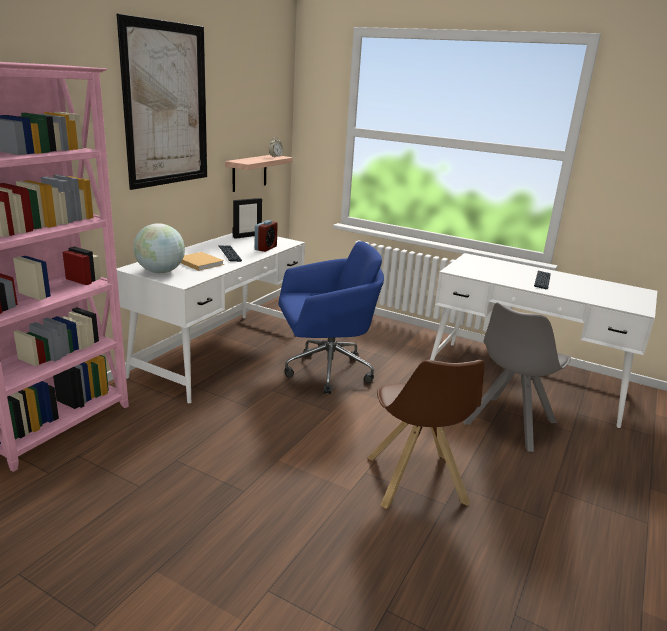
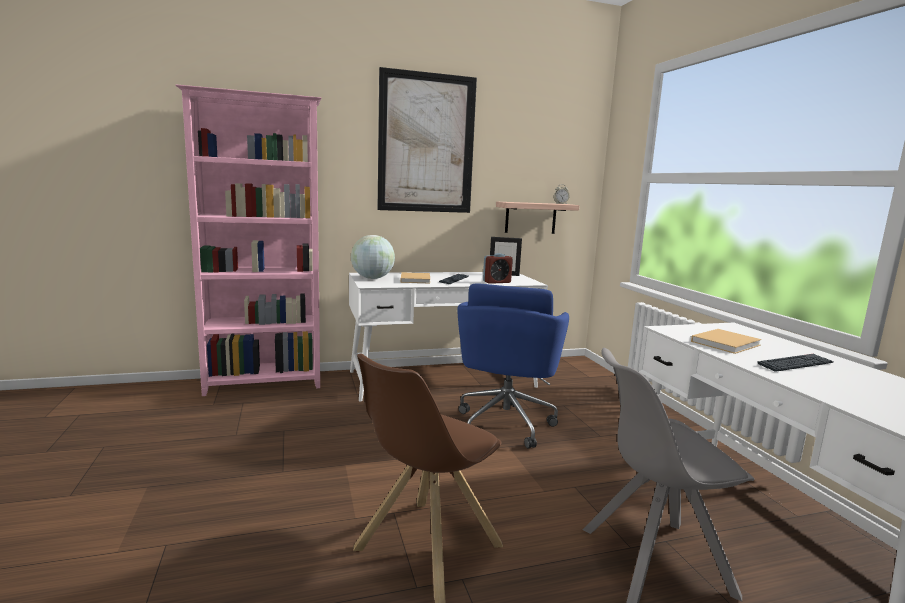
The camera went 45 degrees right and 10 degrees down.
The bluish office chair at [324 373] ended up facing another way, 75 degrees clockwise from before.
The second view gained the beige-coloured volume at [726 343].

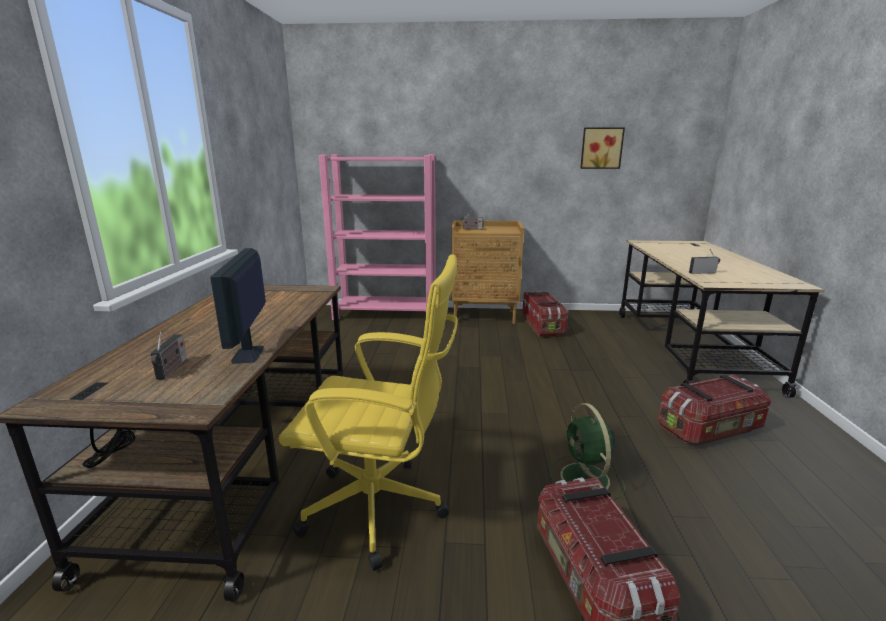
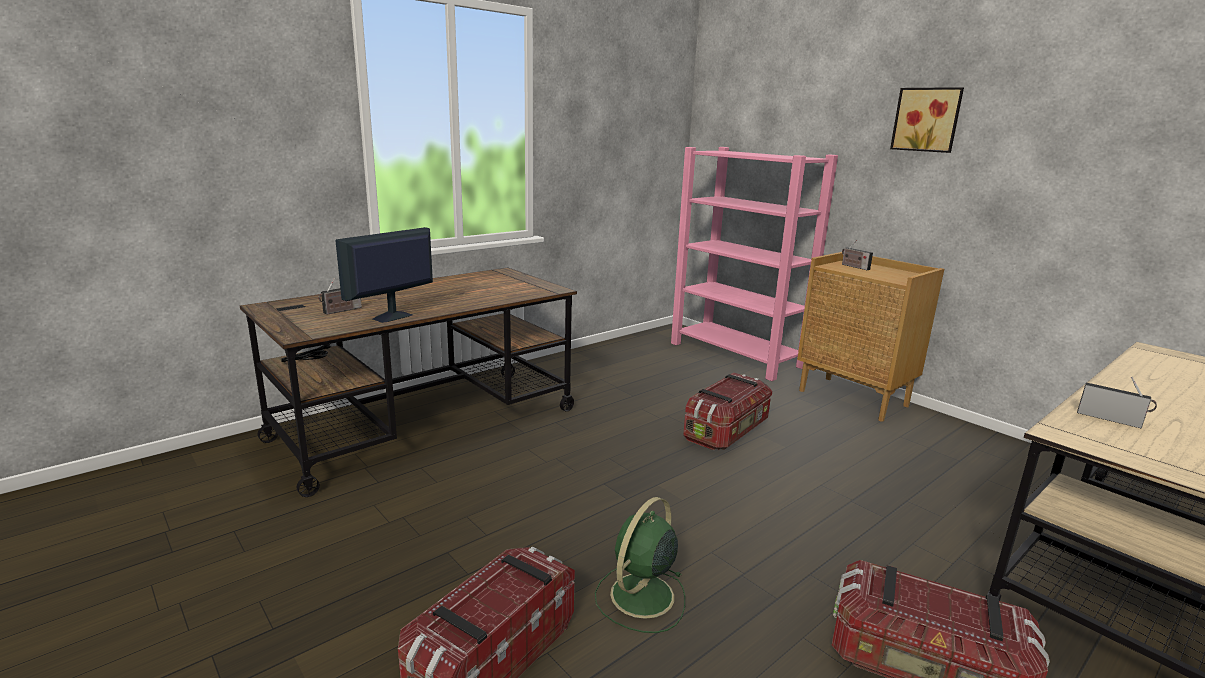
The camera went 45 degrees right and 0 degrees up.
The storage container ended up elsewhere, having gone from [543 326] to [727 431].
The wall picture ended up elsewhere, having gone from [601 148] to [927 119].
The second view lost the yellowish office chair at [381 509].

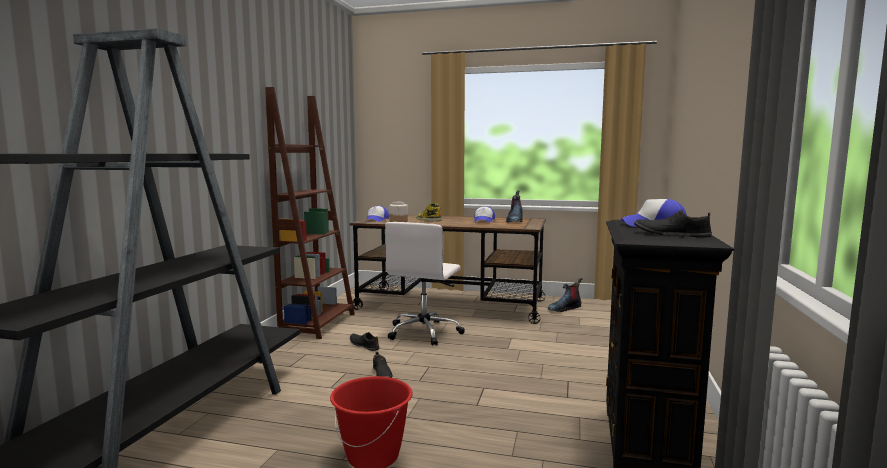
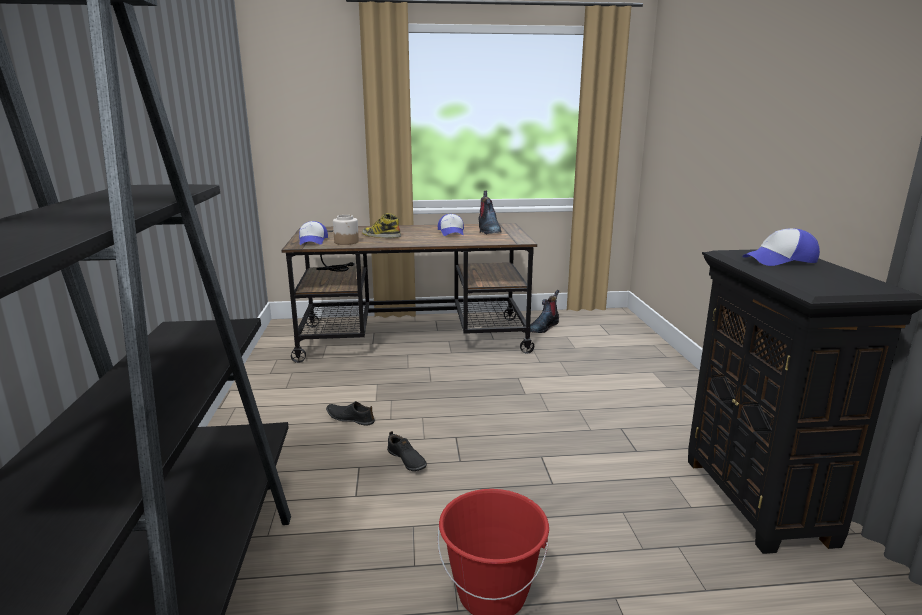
The camera went 20 degrees left and 10 degrees up.
The second view lost the brown bookcase at [318 324].
The second view lost the white office chair at [424 332].
The second view lost the black item of footwear at [671 234].

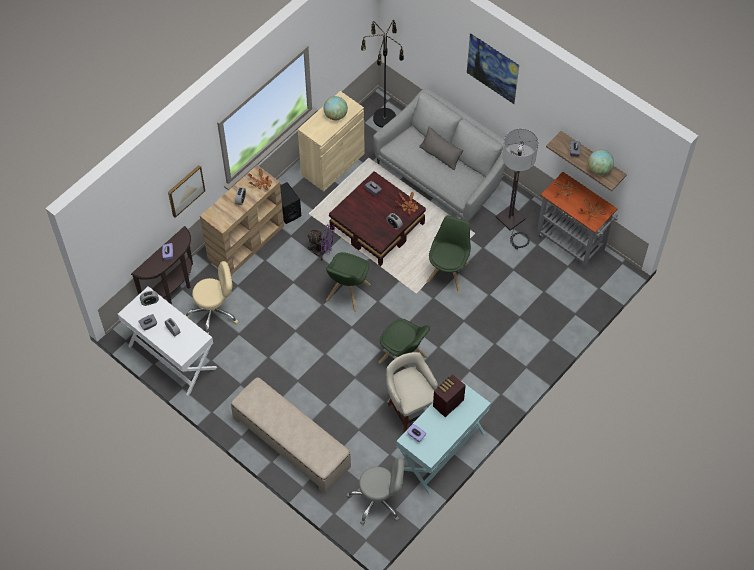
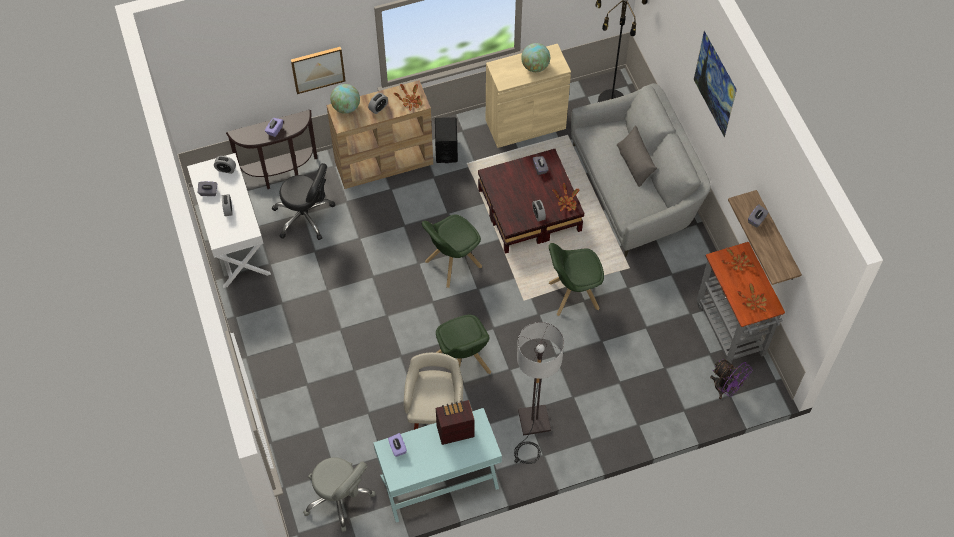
The camera went 30 degrees right and 0 degrees up.
What was the beige-coloured office chair at [215 311] turned into the black office chair at [307 217].
The desk globe ended up elsewhere, having gone from [599 169] to [346 107].
The standard lamp ended up elsewhere, having gone from [513 225] to [532 430].
The greenish chair at [448 272] ended up facing another way, 150 degrees counterclockwise from before.
The purple electric fan ended up elsewhere, having gone from [322 251] to [726 388].
The second view lost the beige-coloured indoor bench at [290 442].

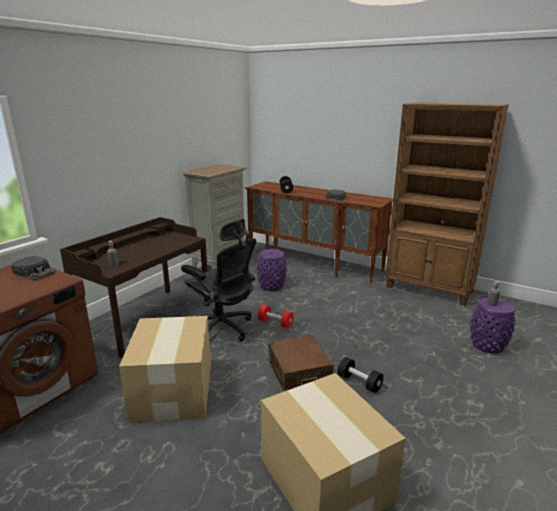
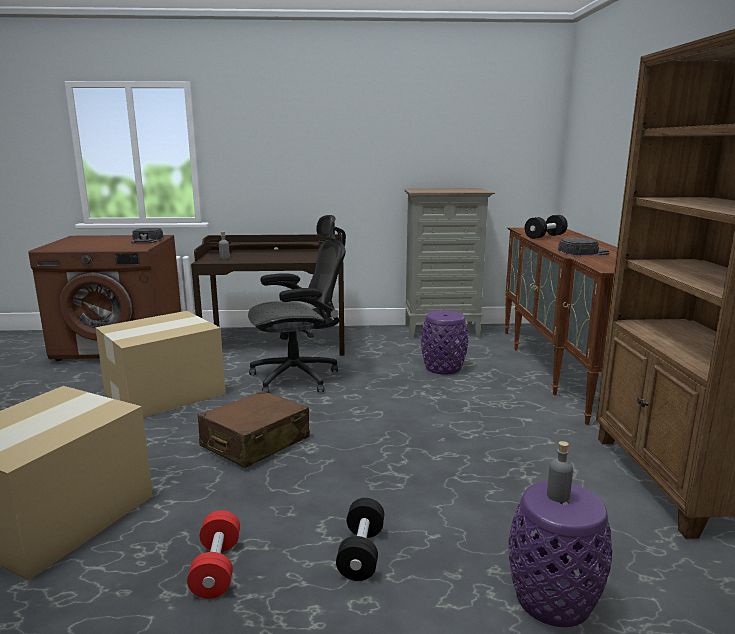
The camera went 55 degrees right and 5 degrees down.
The reddish free weight ended up elsewhere, having gone from [275 323] to [216 568].
The office chair at [221 330] ended up facing another way, 120 degrees counterclockwise from before.
The black free weight ended up elsewhere, having gone from [359 382] to [361 553].

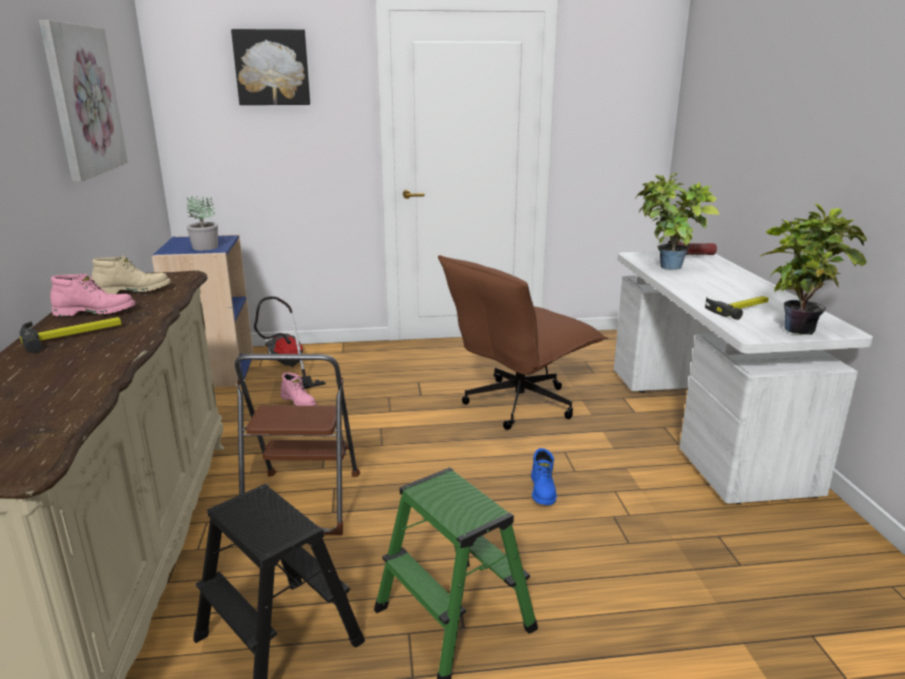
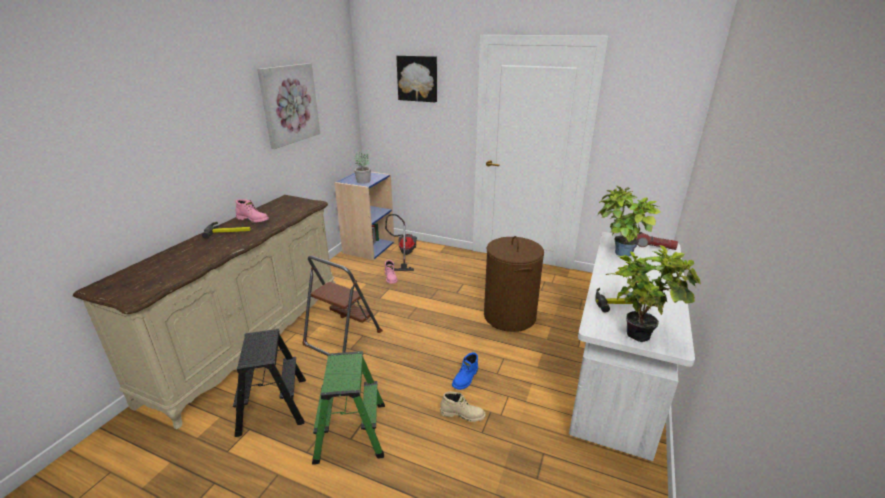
The camera went 30 degrees right and 5 degrees up.
The beige-coloured tall boot ended up elsewhere, having gone from [134 291] to [462 414].
Where the brown office chair stood at [520 403], the brown laundry basket came to stand at [509 316].

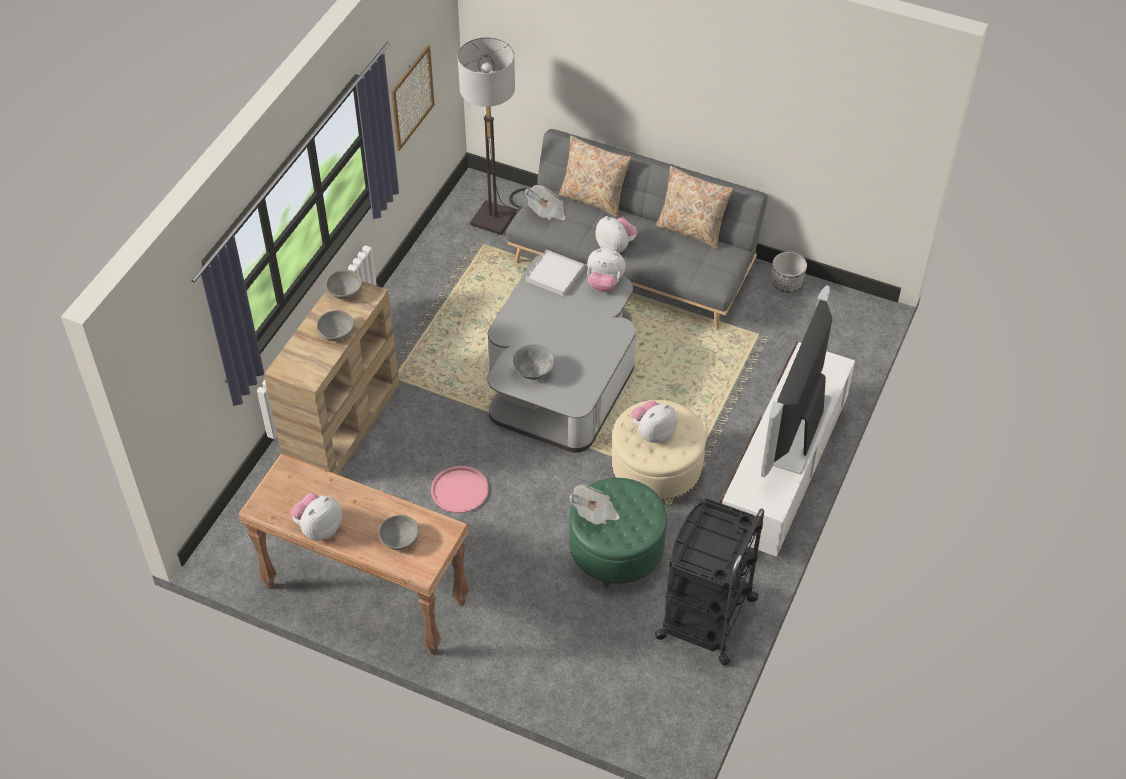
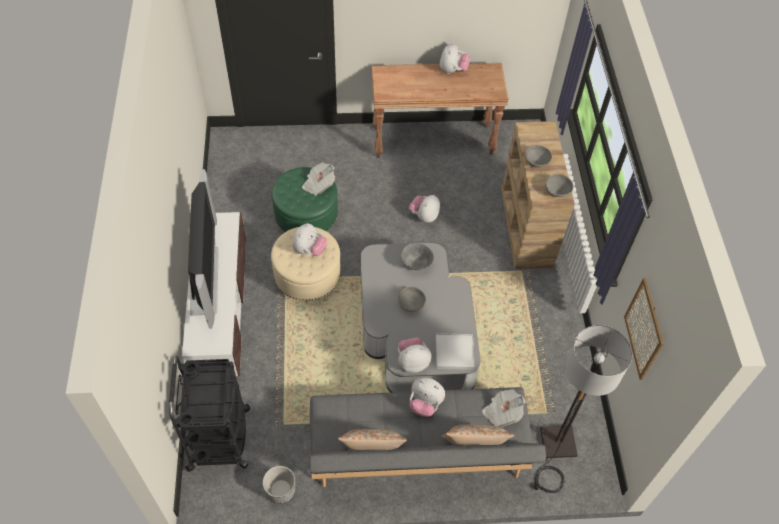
The camera went 150 degrees right and 5 degrees up.
The black wheeled cart ended up elsewhere, having gone from [705 617] to [219 438].
The greyish bowl ended up elsewhere, having gone from [400 540] to [411 304].
Where the pinkish serving tray stood at [459 490], the soft toy came to stand at [424 216].

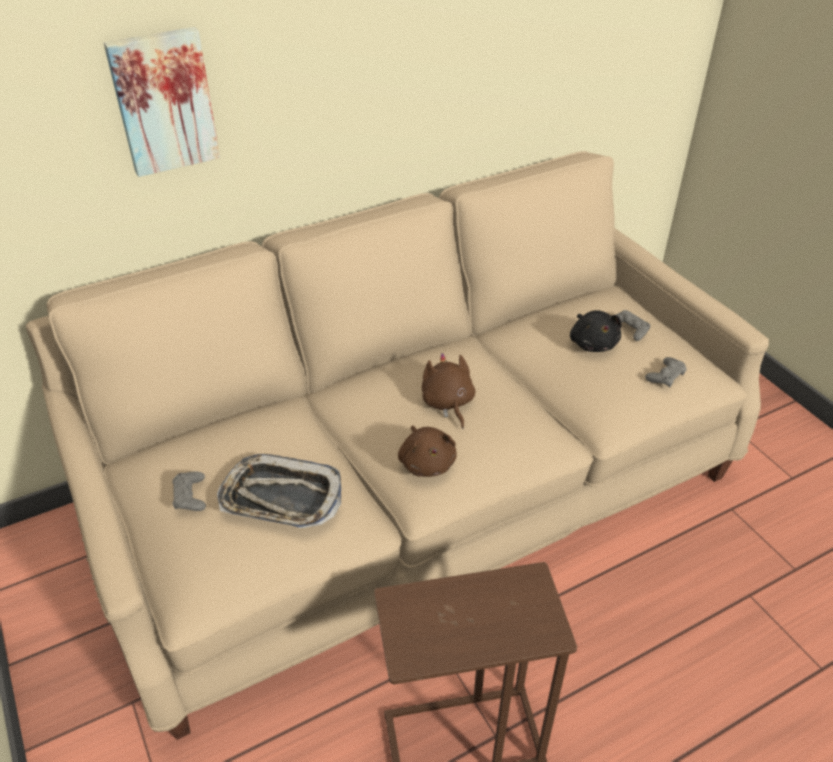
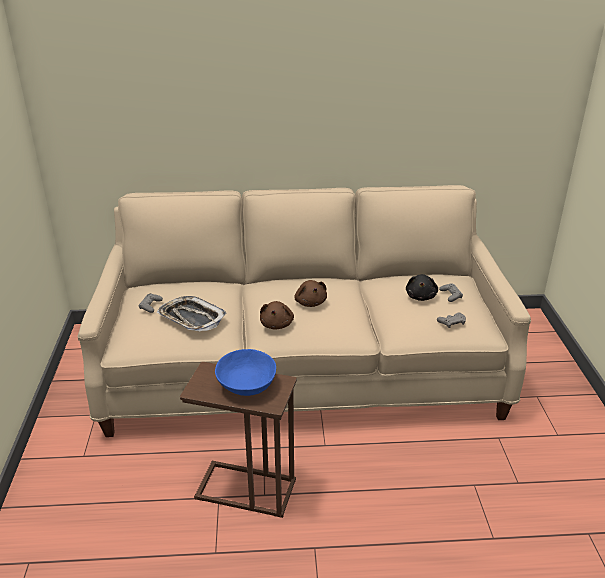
The camera went 25 degrees right and 10 degrees down.
The second view gained the bluish bowl at [246 385].
The brown soft toy at [448 403] ended up facing another way, 150 degrees clockwise from before.
The second view lost the wall picture at [163 101].

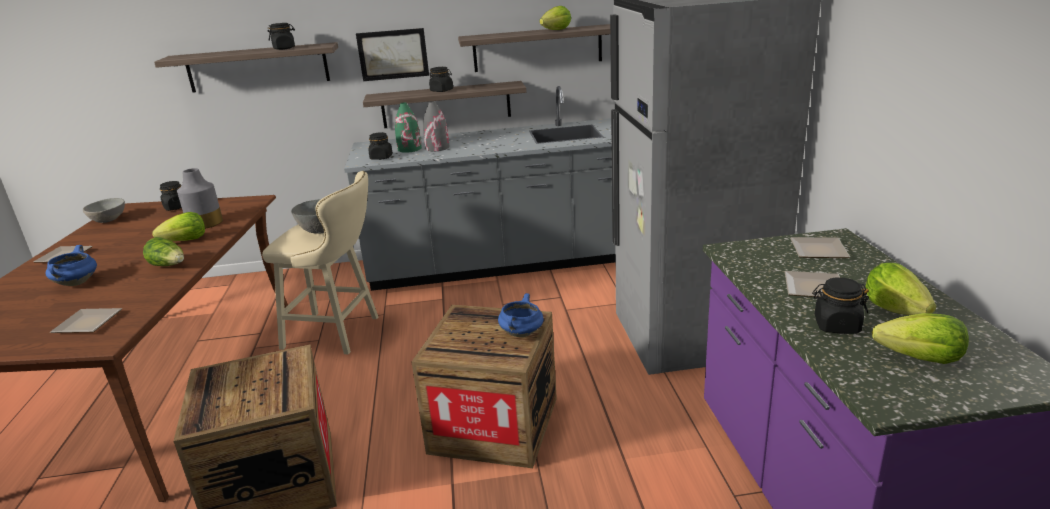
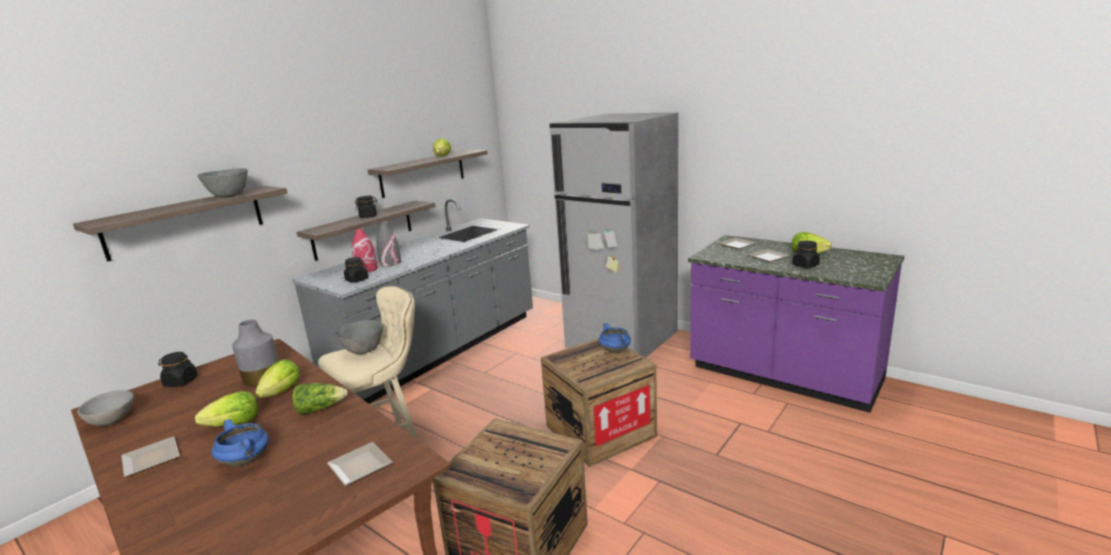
The camera went 45 degrees left and 5 degrees down.
The lettuce head ended up elsewhere, having gone from [920 359] to [235 424].
Where the black preserve jar stood at [284 48], the greyish bowl came to stand at [229 196].
What was the greenish flower vase at [410 149] turned into the reddish flower vase at [366 269].
The second view lost the wall picture at [393 54].

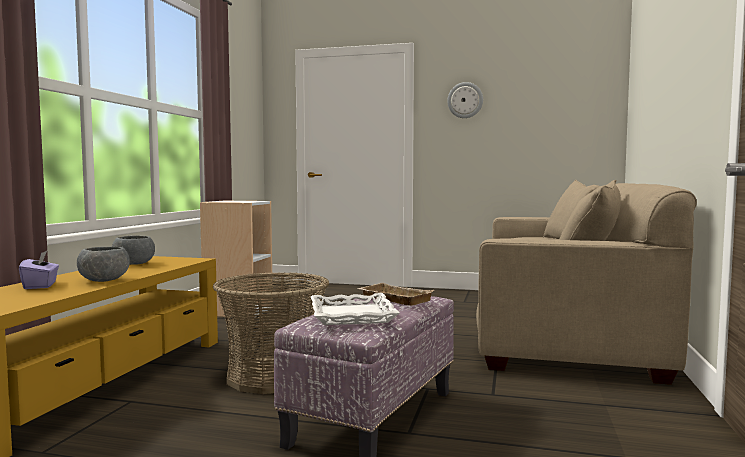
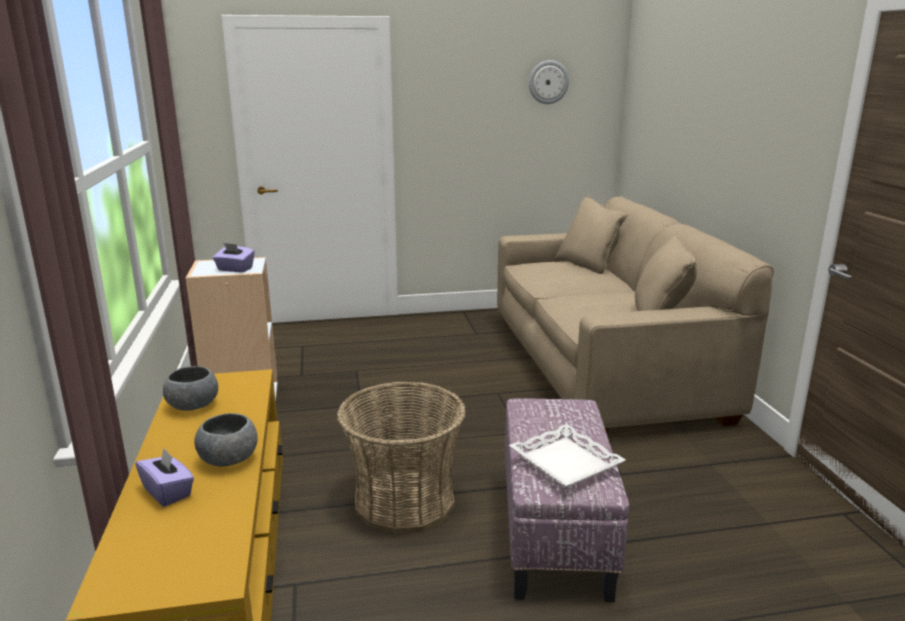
The camera went 25 degrees left and 15 degrees up.
The second view gained the purple tissue box at [235 269].
The wall clock ended up elsewhere, having gone from [465 100] to [548 82].
The second view lost the beige-coloured serving tray at [393 299].

